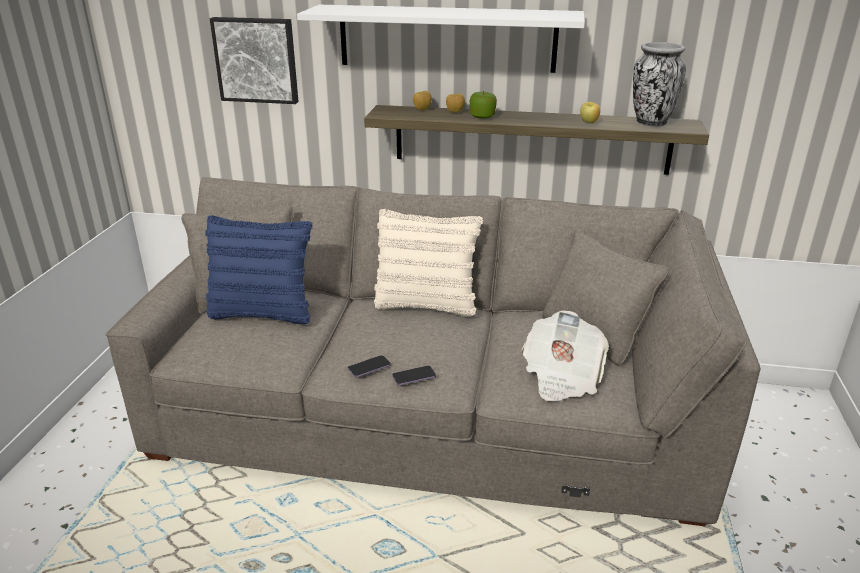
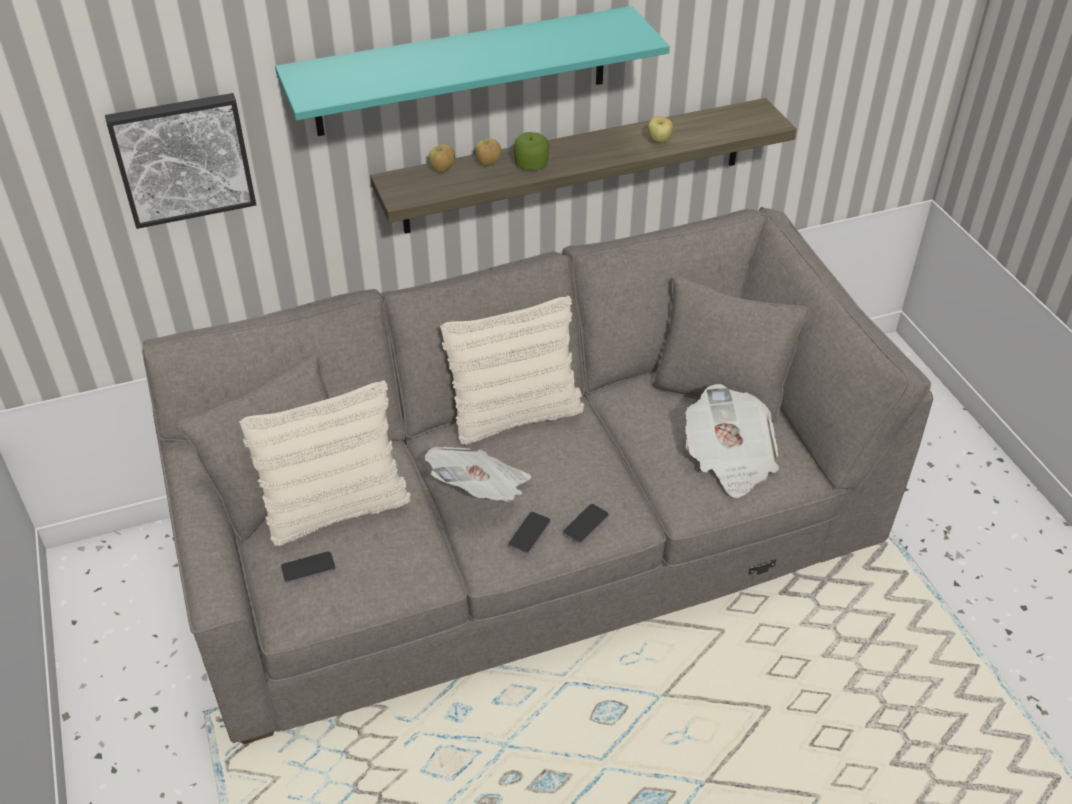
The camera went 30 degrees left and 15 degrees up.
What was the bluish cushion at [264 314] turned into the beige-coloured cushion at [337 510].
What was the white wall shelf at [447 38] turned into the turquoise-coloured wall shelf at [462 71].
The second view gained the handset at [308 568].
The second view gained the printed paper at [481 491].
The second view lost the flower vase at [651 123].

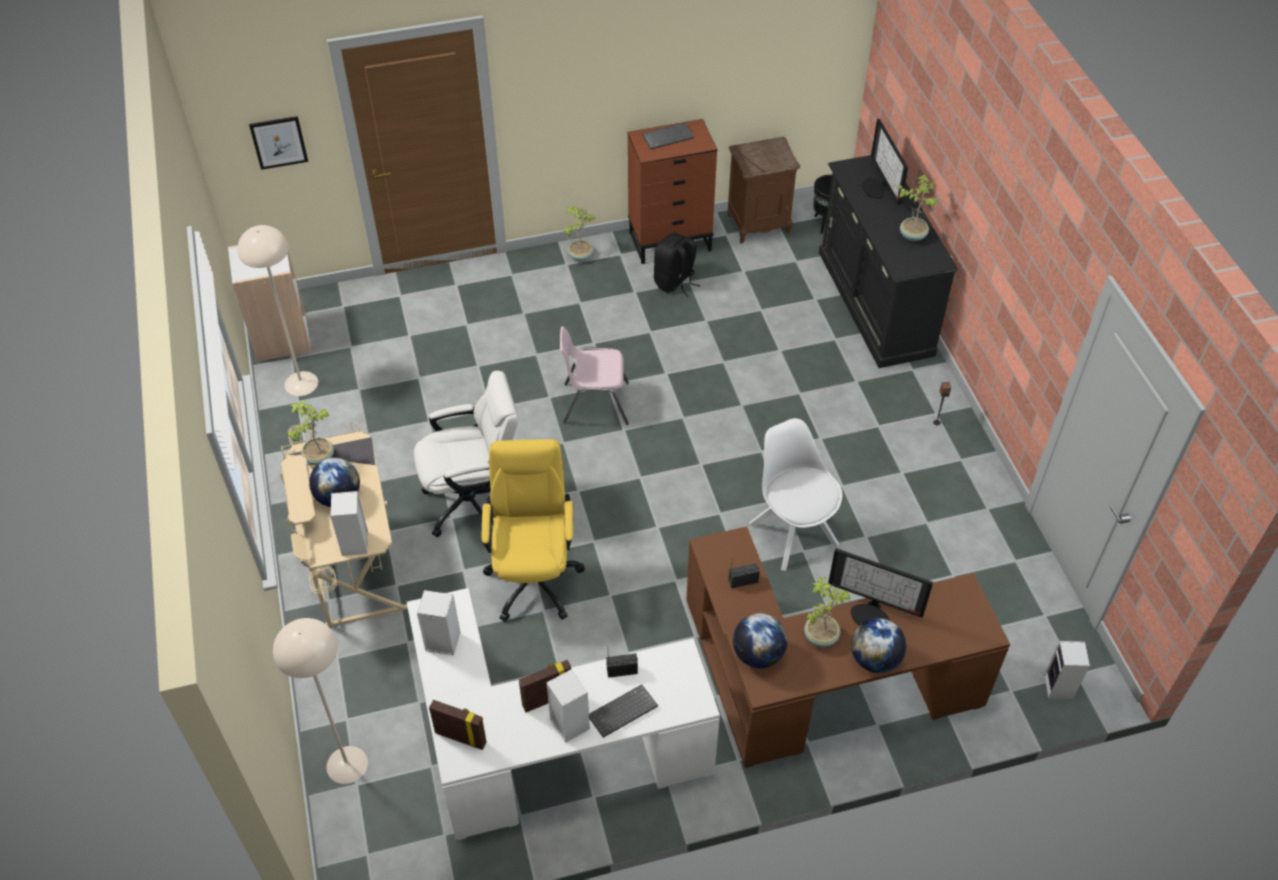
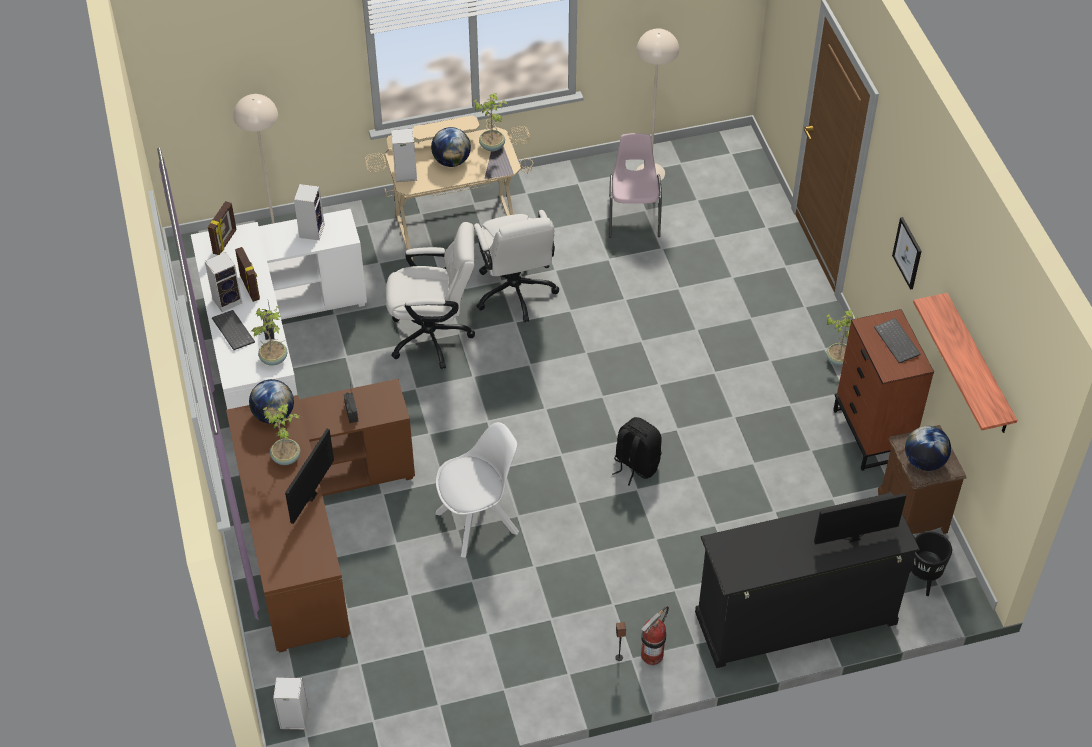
The camera went 90 degrees right and 0 degrees up.
The plant in a pot ended up elsewhere, having gone from [912 235] to [274 359].
What was the yellowish office chair at [534 579] turned into the white office chair at [435 337].
The pinkish chair ended up elsewhere, having gone from [594 403] to [634 215].
The black backpack ended up elsewhere, having gone from [675 282] to [635 465].
The second view gained the fire-fighting cylinder at [652 655].
The wall picture ended up elsewhere, having gone from [279 142] to [907 253].
The desk globe ended up elsewhere, having gone from [875 659] to [924 461].
The second view gained the wall shelf at [978 366].
The second view lost the bookcase at [281 338].

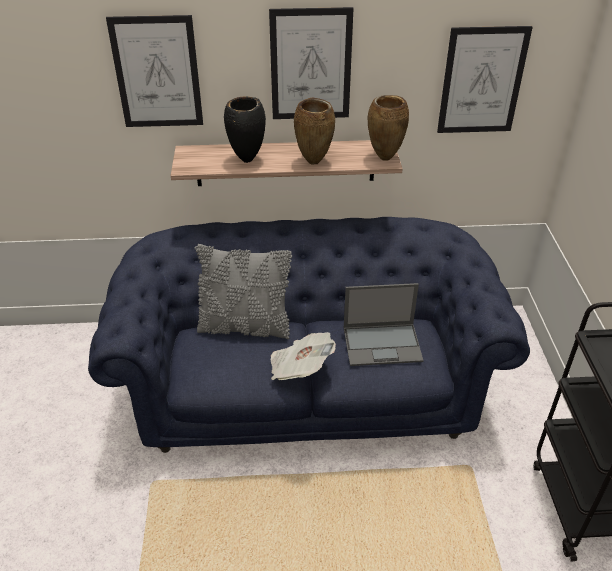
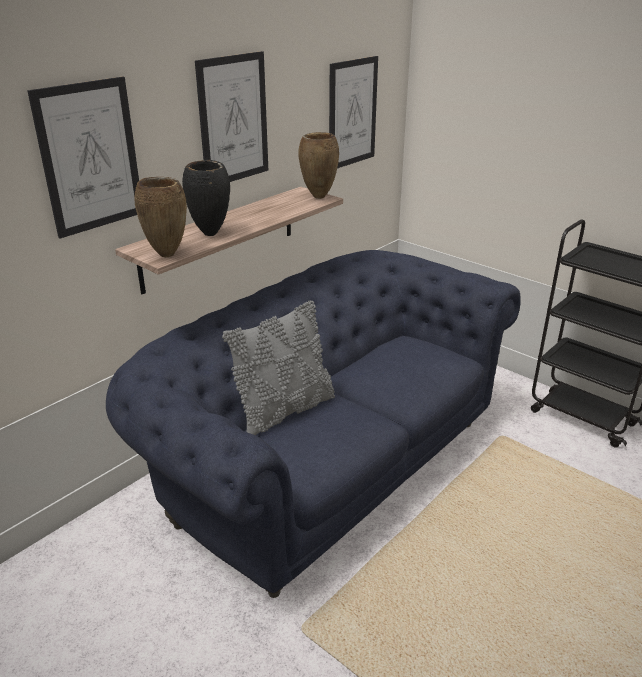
The camera went 45 degrees left and 10 degrees down.
The brown flower vase ended up elsewhere, having gone from [314 162] to [168 254].
The second view lost the printed paper at [300 368].
The second view lost the laptop at [383 344].

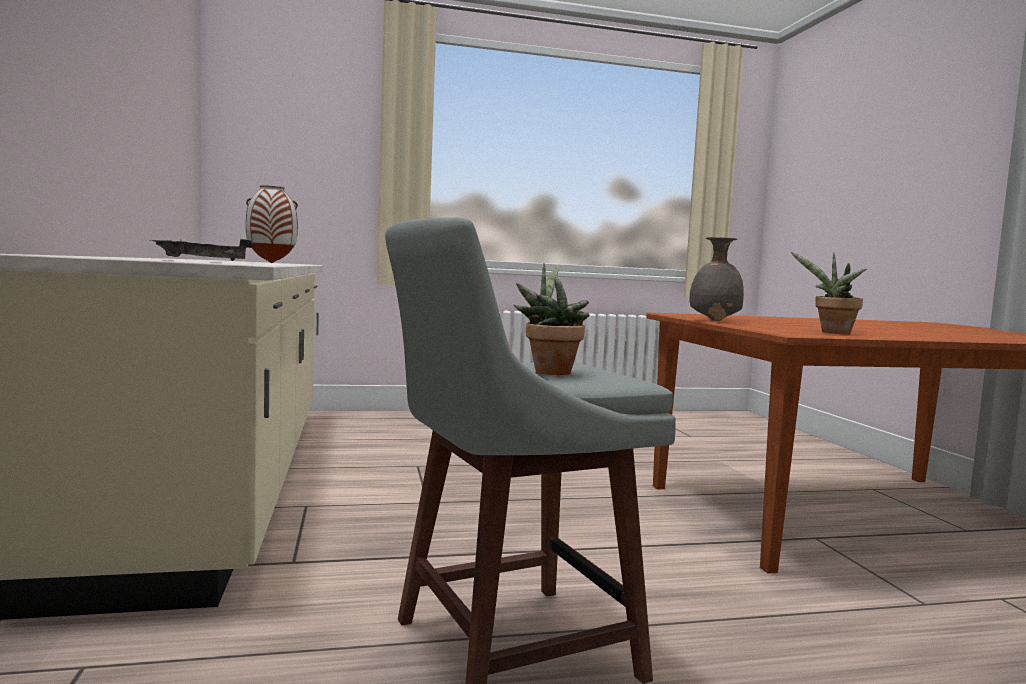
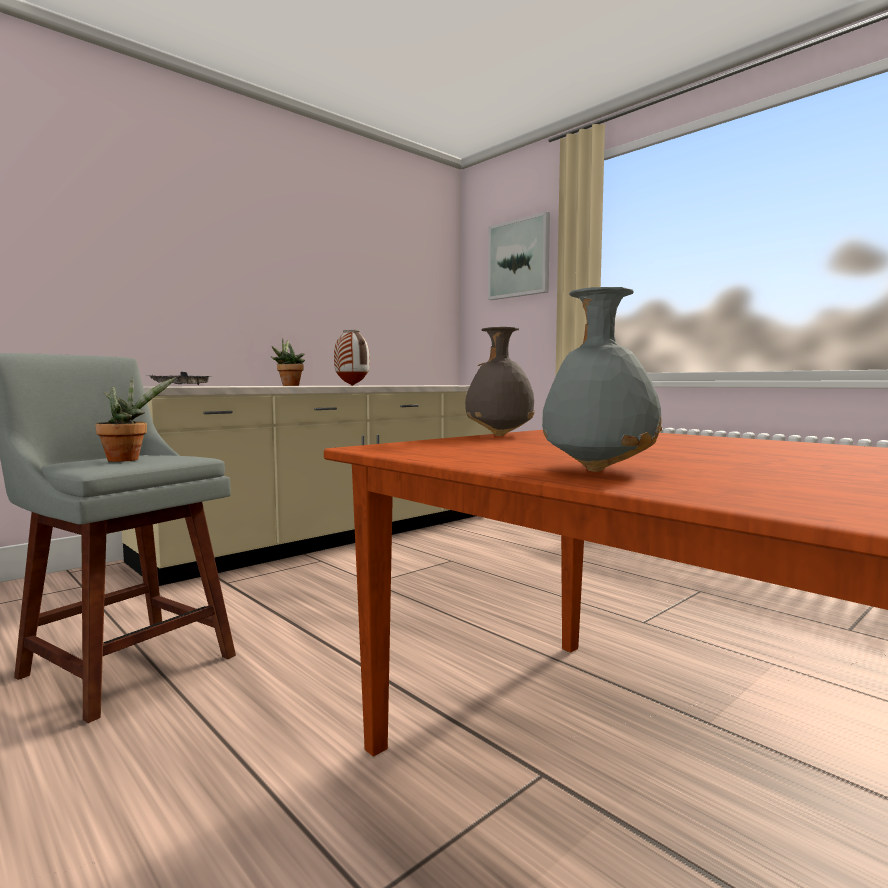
The camera went 60 degrees right and 0 degrees up.
The plant in a pot ended up elsewhere, having gone from [832 332] to [289 385].
The second view gained the wall picture at [519 258].
The second view gained the greyish flower vase at [598 470].

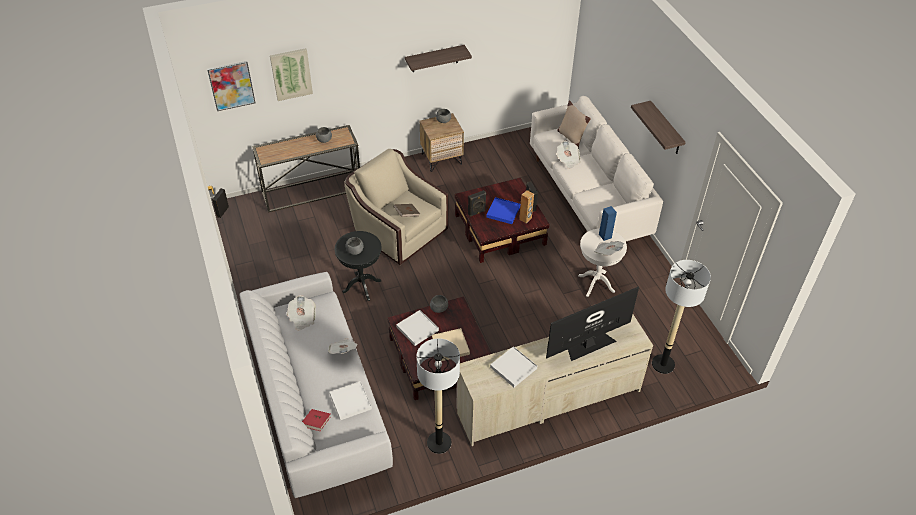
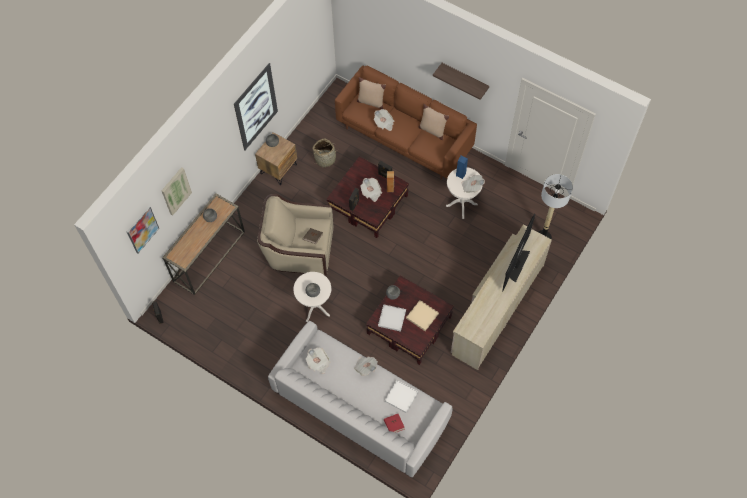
The camera went 35 degrees left and 15 degrees up.
Where the wall shelf hung at [434 59], the wall picture came to hang at [256 107].
What was the black end table at [362 286] turned into the white end table at [315 308].
The second view gained the basket at [325 159].
What was the white sofa at [587 197] turned into the brown sofa at [404 138].
Where the bluish serving tray stood at [503 212], the printed paper came to stand at [371 192].
The second view gained the beige-coloured cushion at [432 130].
The second view lost the standard lamp at [439 443].
The second view lost the white serving tray at [513 368].

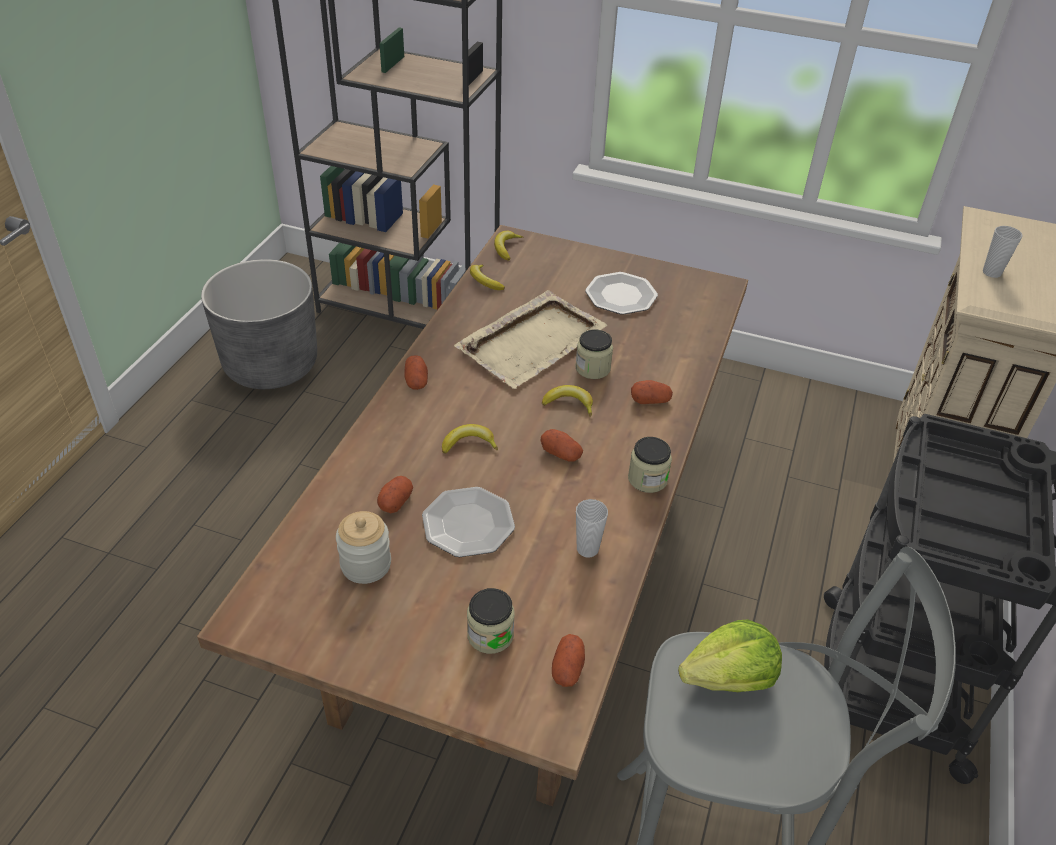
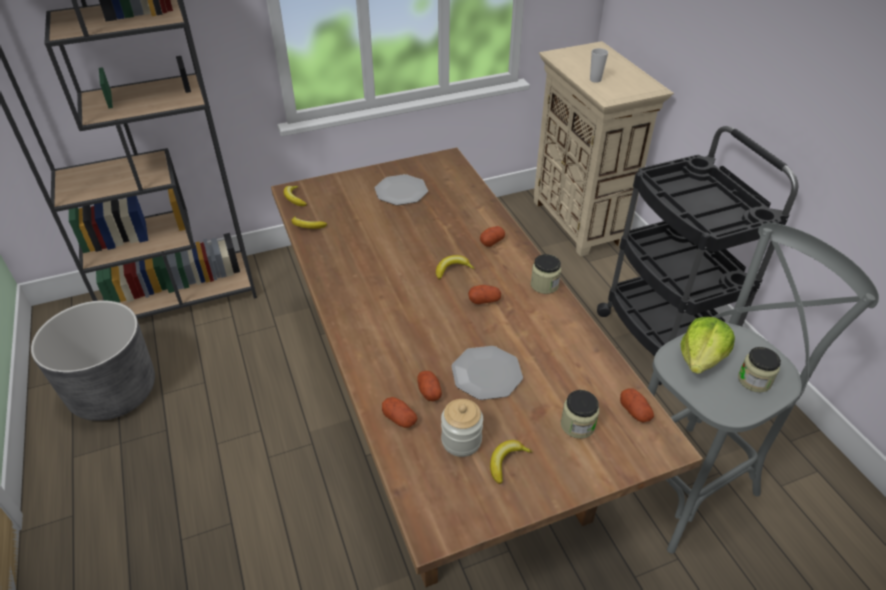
The camera went 40 degrees left and 0 degrees up.
The whole potato ended up elsewhere, having gone from [416 381] to [399 418].
The banana ended up elsewhere, having gone from [469 444] to [506 462].
The preserve jar ended up elsewhere, having gone from [592 368] to [754 380].
The second view lost the beige-coloured serving tray at [533 341].
The second view lost the small cup at [587 549].

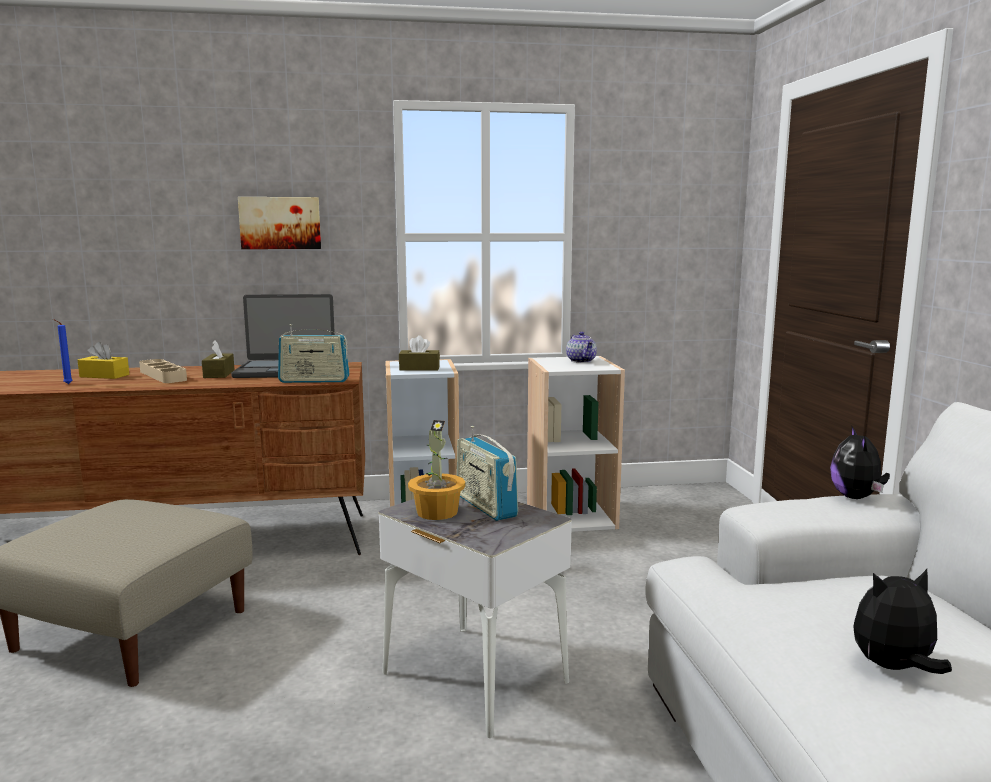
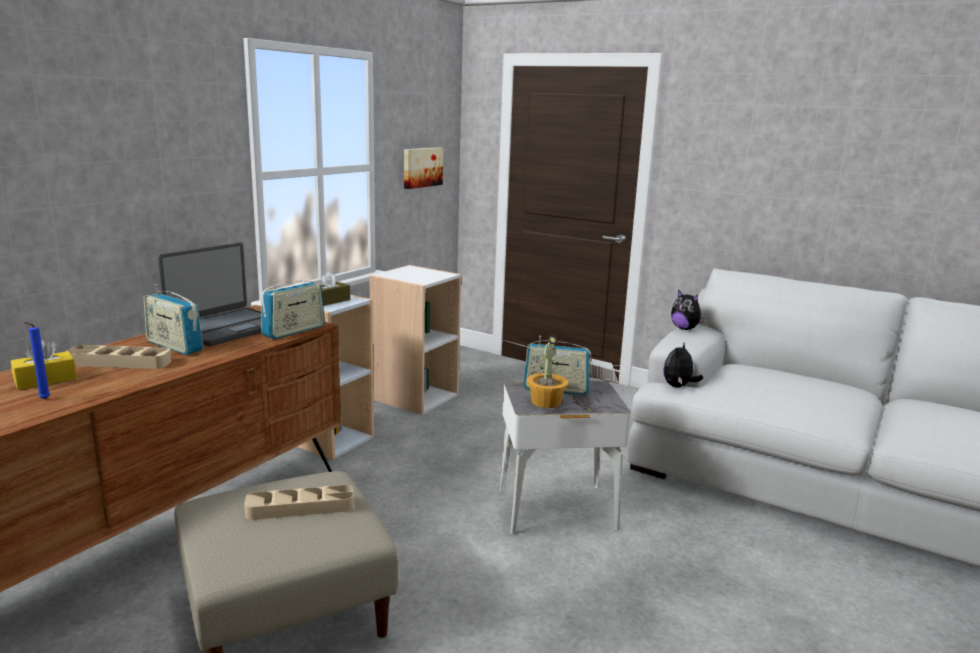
The camera went 50 degrees left and 5 degrees up.
Where the brown tissue box stood at [219 374], the radio came to stand at [174 346].
The second view gained the beige-coloured serving tray at [300 508].
The wall picture ended up elsewhere, having gone from [280 223] to [421 167].
The soft toy ended up elsewhere, having gone from [894 668] to [678 386].
The second view lost the teapot at [582 361].

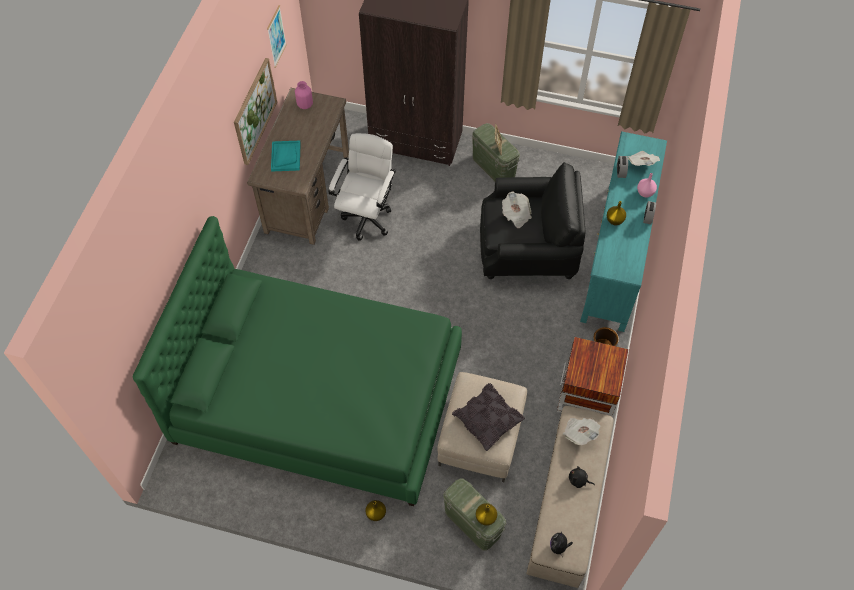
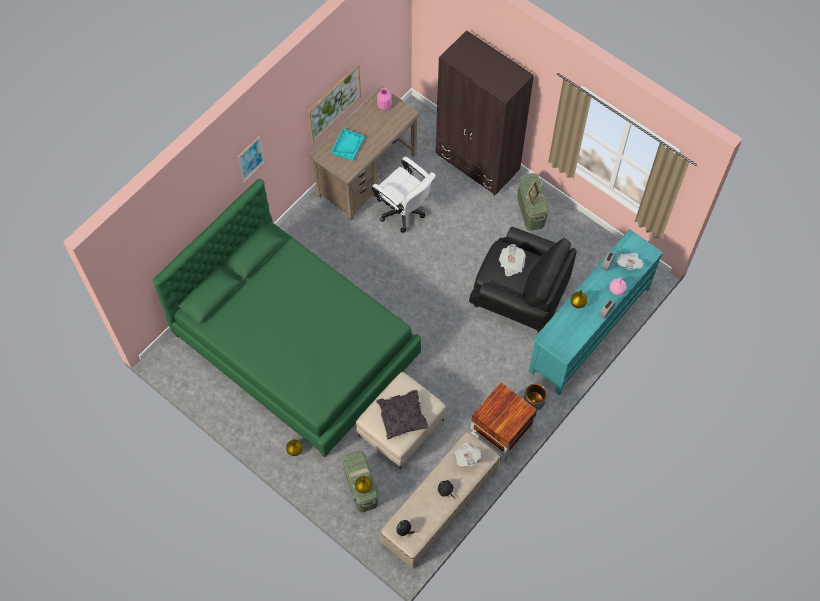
The camera went 25 degrees right and 5 degrees up.
The wall picture ended up elsewhere, having gone from [276 36] to [250 159].
The white office chair at [367 217] ended up facing another way, 90 degrees clockwise from before.

